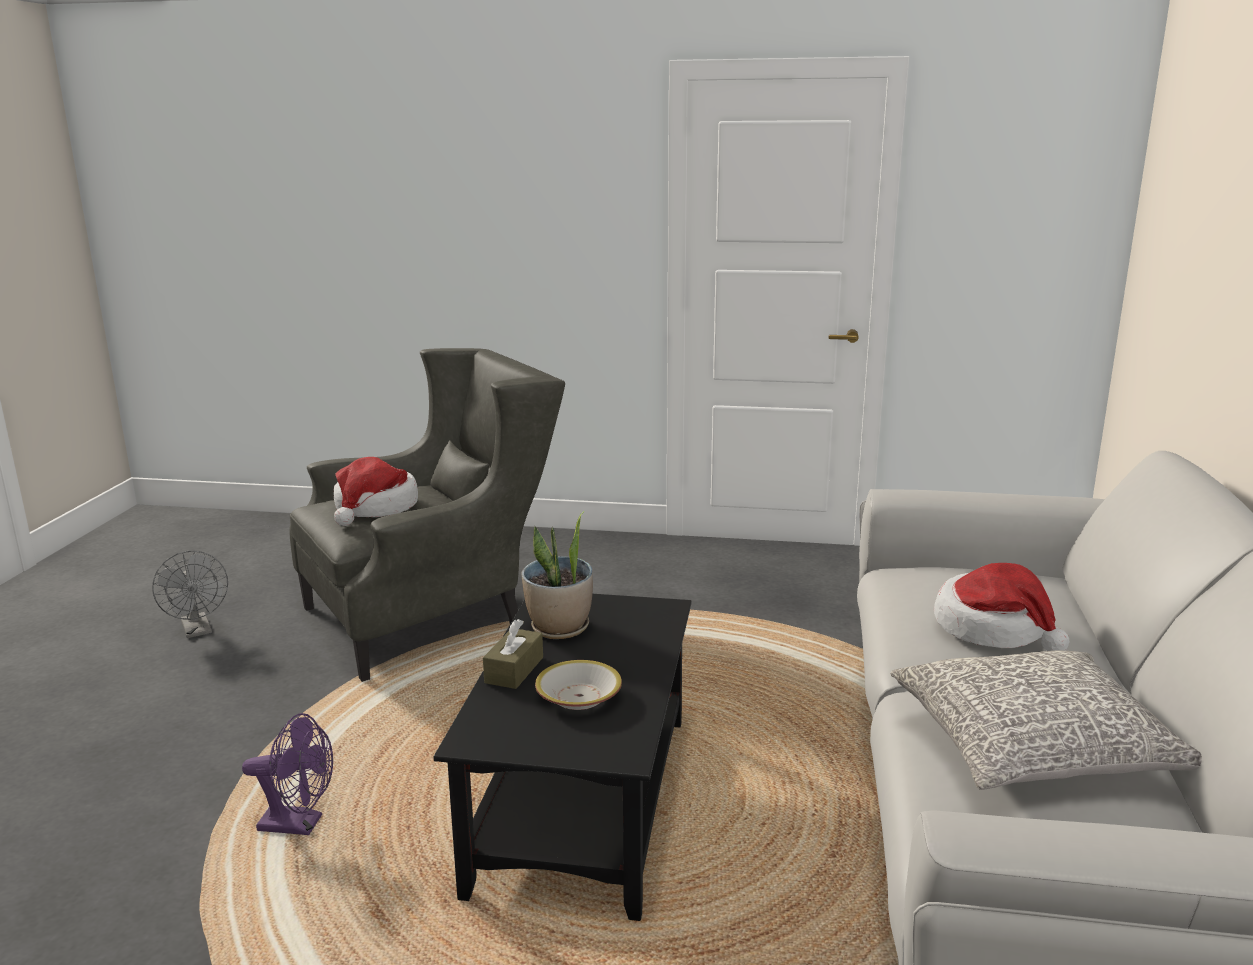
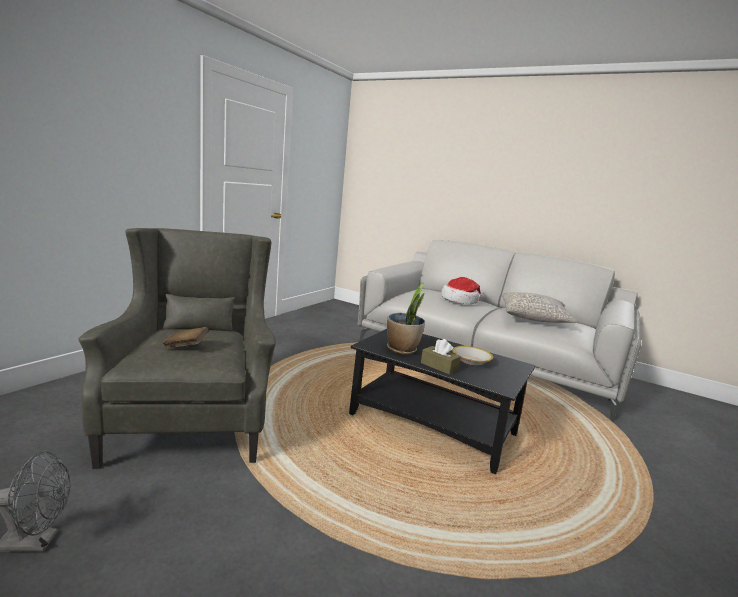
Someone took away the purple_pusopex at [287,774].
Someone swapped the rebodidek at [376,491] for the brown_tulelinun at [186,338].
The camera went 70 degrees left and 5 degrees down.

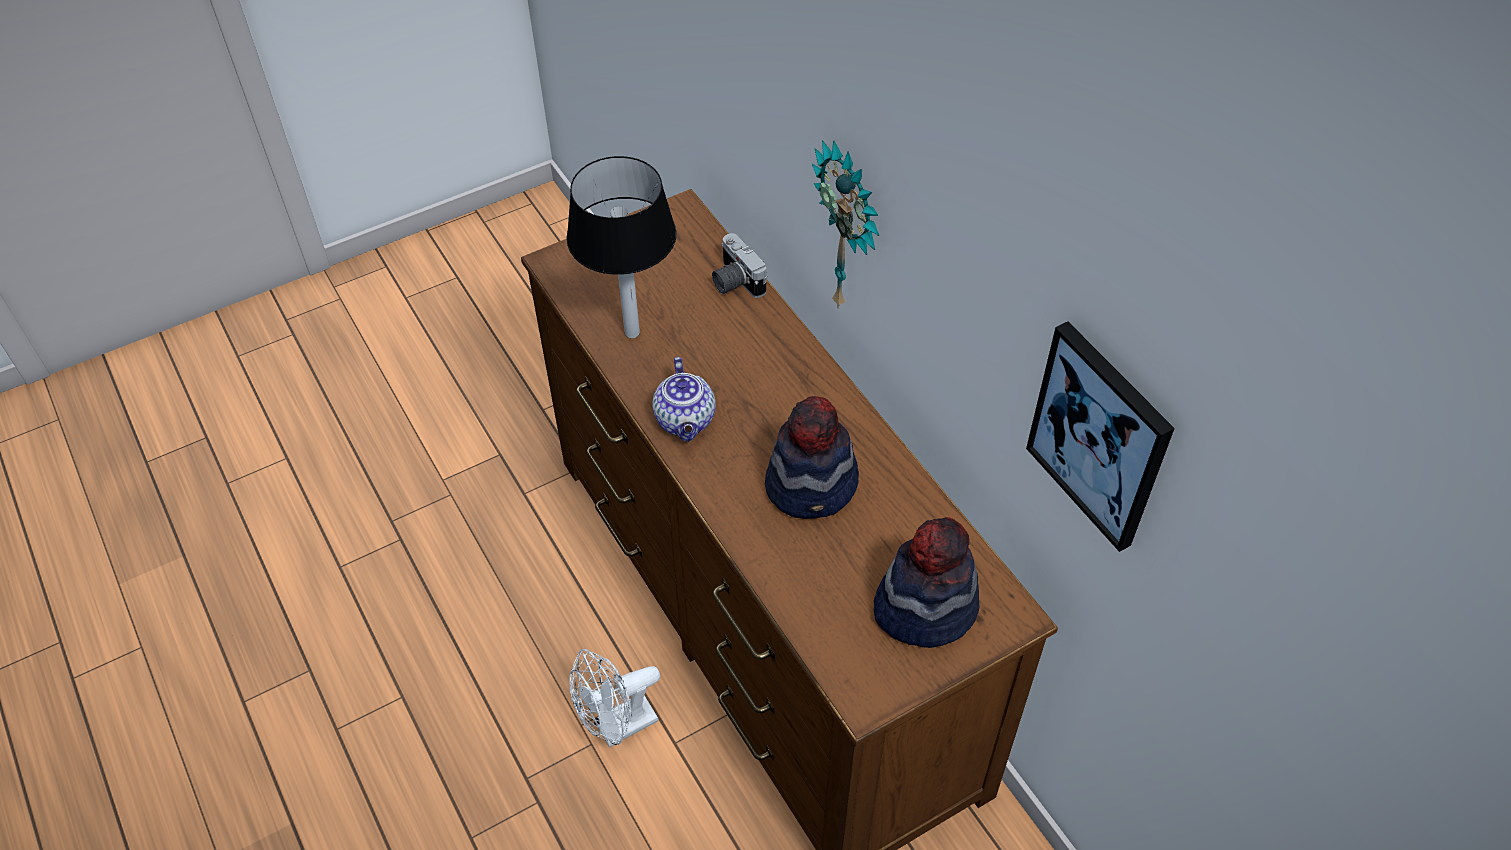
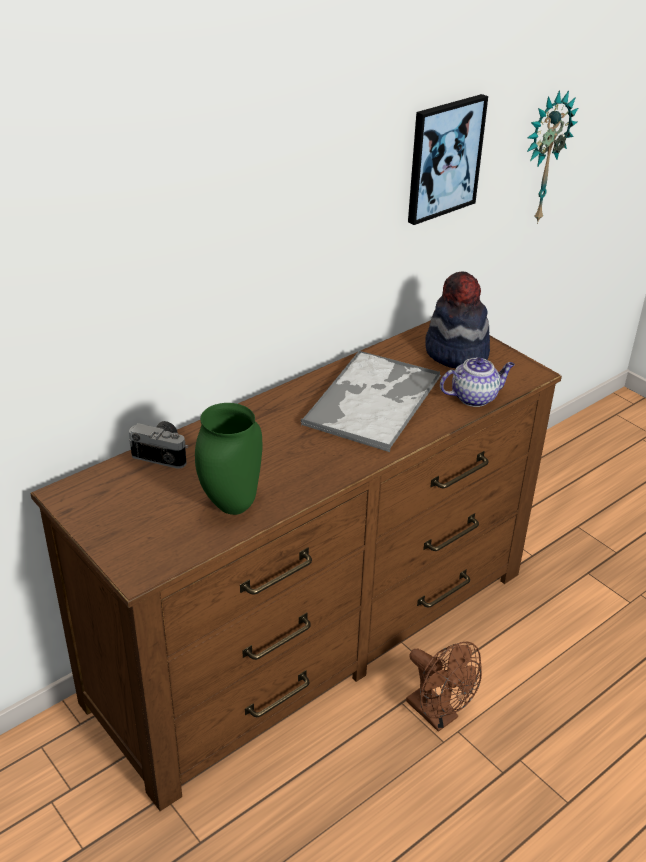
Someone carried the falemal from [684,399] to [477,382].
Someone carried the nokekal from [845,224] to [552,157].
Someone swapped the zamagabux at [621,247] for the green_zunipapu at [228,459].
Someone swapped the rebodidek at [812,457] for the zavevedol at [370,401].
Someone repainted the white_pusopex at [614,698], which became the brown_pusopex at [444,686].
Someone rotated the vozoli at [739,265] by 120 degrees counterclockwise.
The camera went 100 degrees left and 15 degrees down.

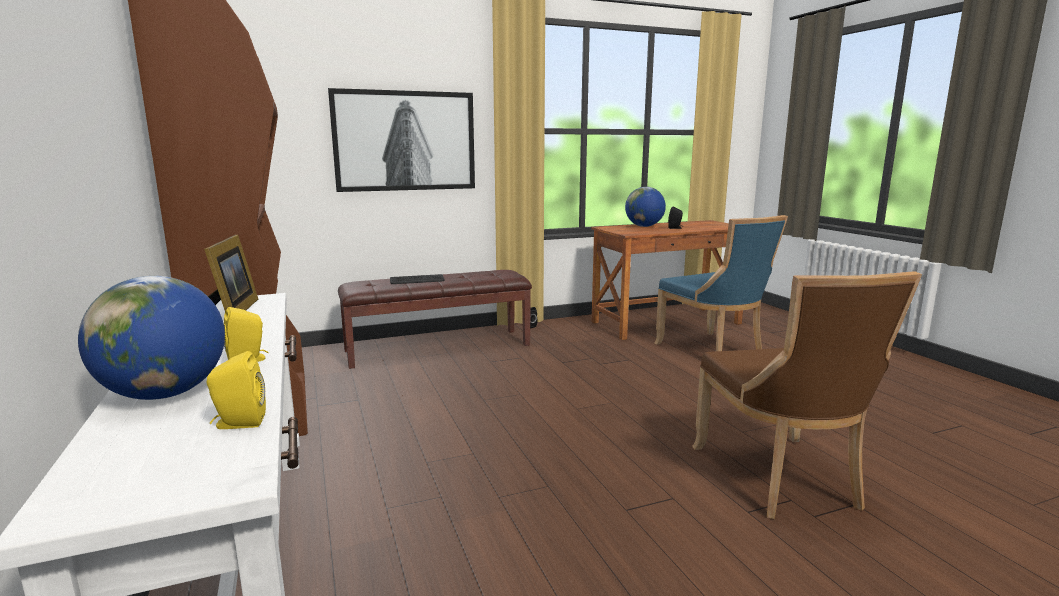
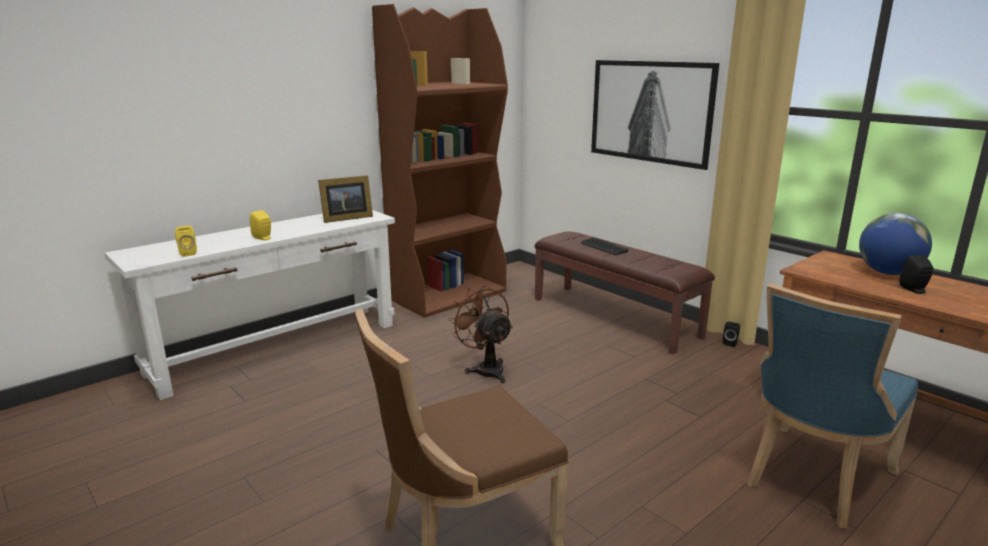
Someone took away the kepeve at [151,338].
Someone put down the brown_pusopex at [481,334].
The camera went 70 degrees right and 5 degrees up.

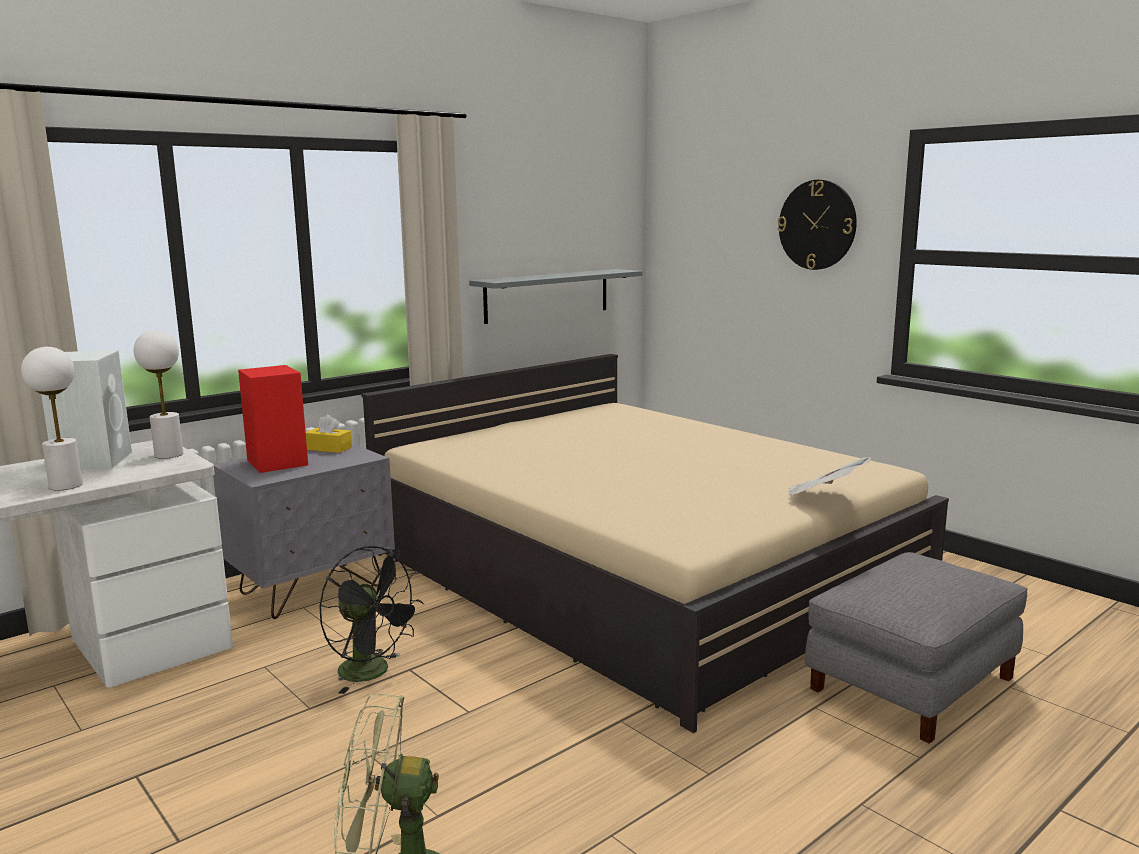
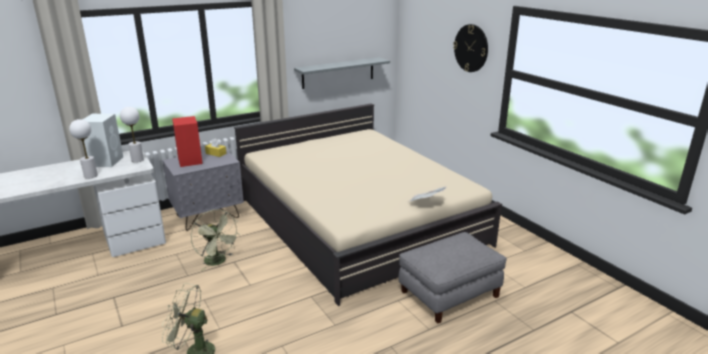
Someone repainted the black_pusopex at [371,620], which became the green_pusopex at [215,240].
The camera went 10 degrees right and 10 degrees up.

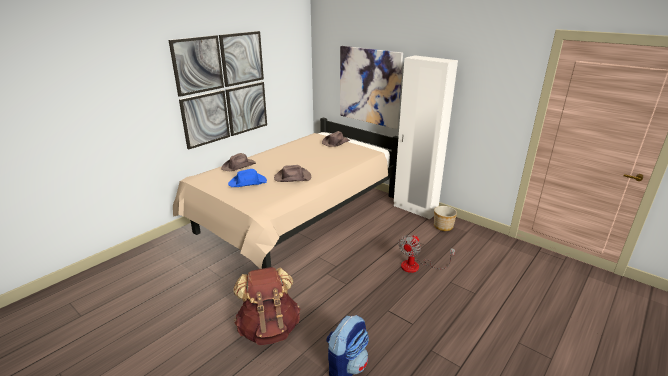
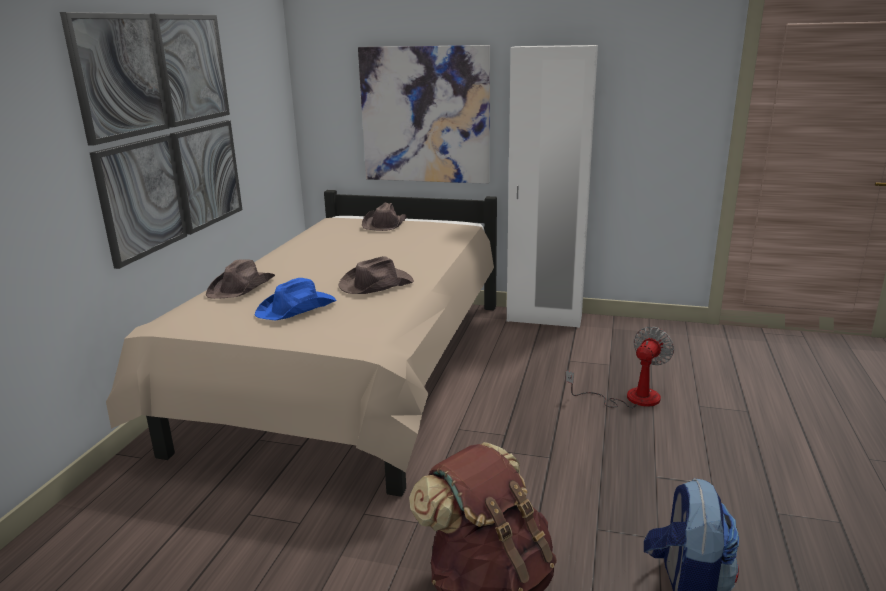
Someone took away the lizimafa at [445,218].
Someone rotated the pusopex at [426,254] by 150 degrees counterclockwise.
The camera went 25 degrees left and 5 degrees down.

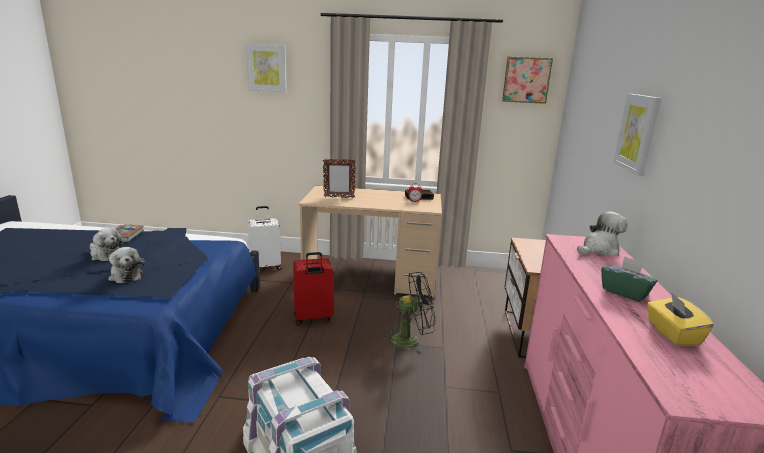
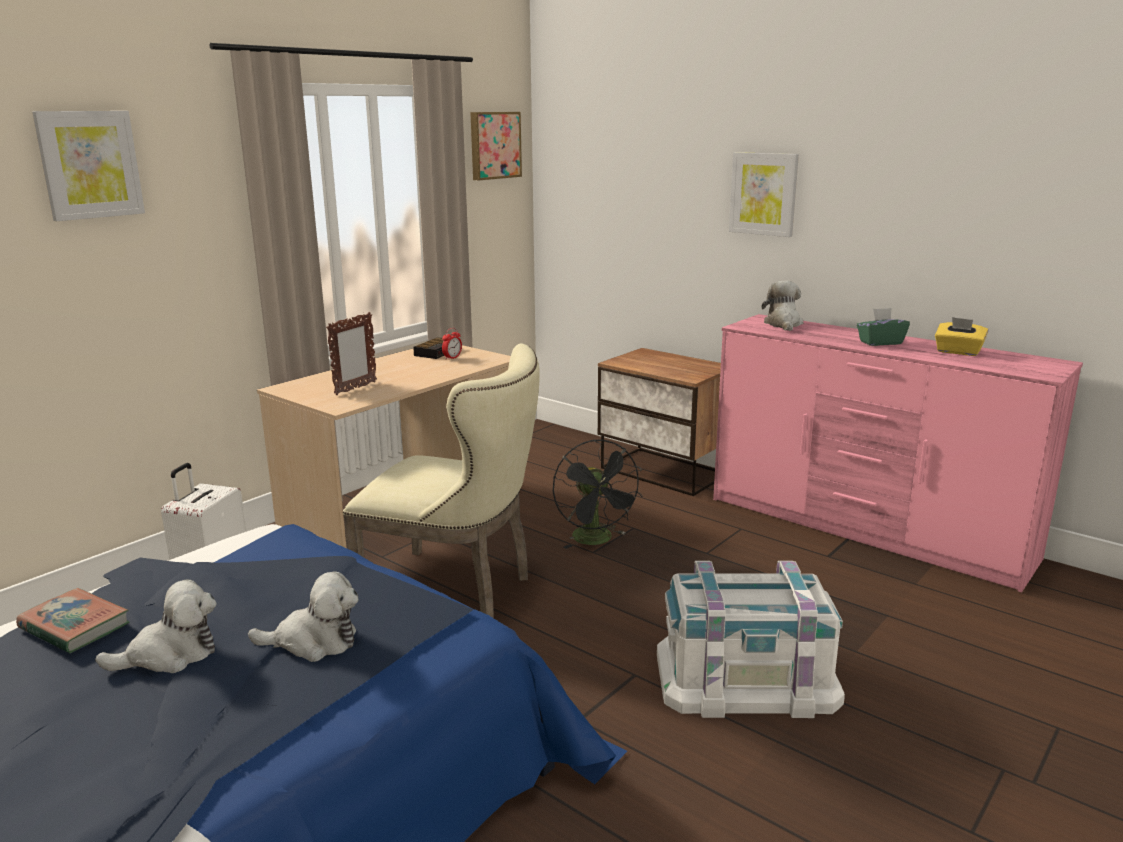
Someone swapped the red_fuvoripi at [313,288] for the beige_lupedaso at [441,481].
Someone rotated the black_pusopex at [409,313] by 135 degrees clockwise.
The camera went 55 degrees left and 0 degrees up.

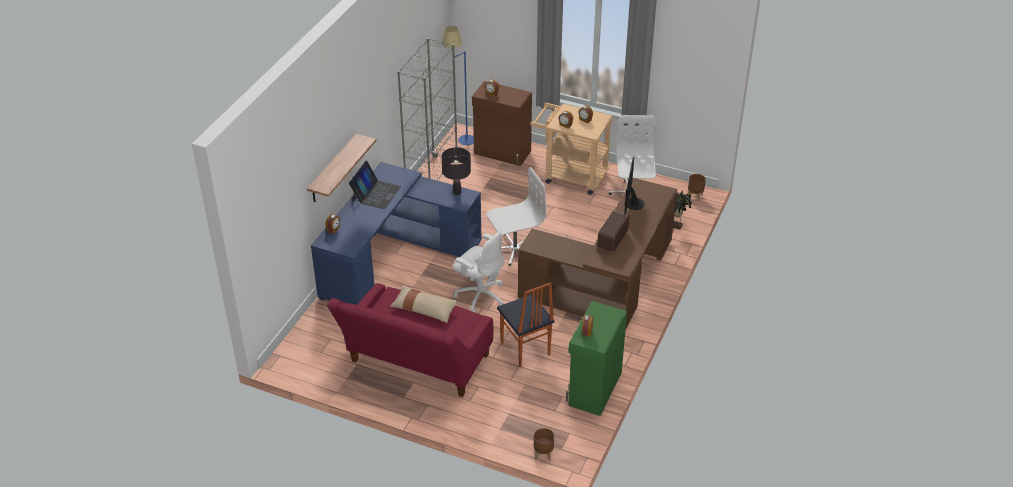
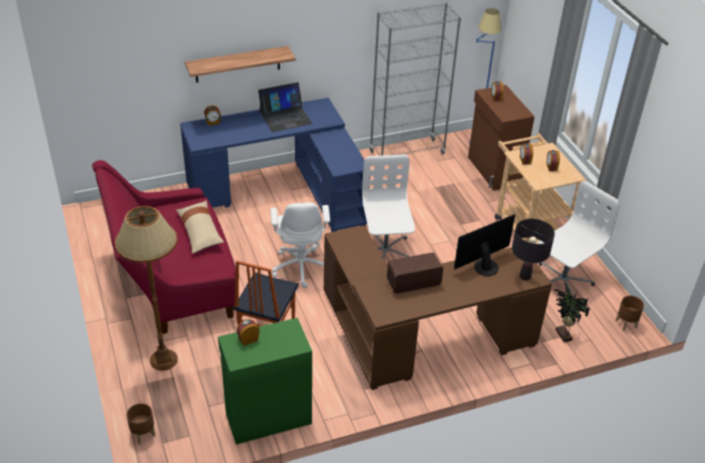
Someone put down the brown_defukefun at [146,288].
Someone carried the black_zamagabux from [456,171] to [533,249].
Someone rotated the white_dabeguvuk at [516,216] by 120 degrees counterclockwise.
The camera went 45 degrees right and 0 degrees up.

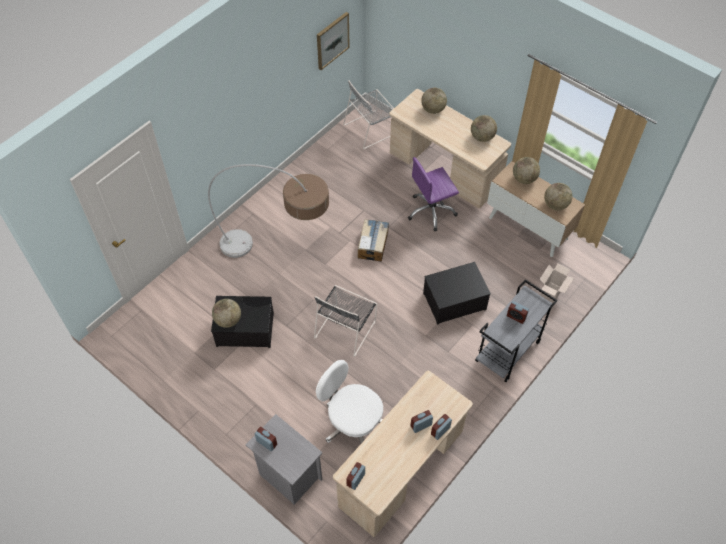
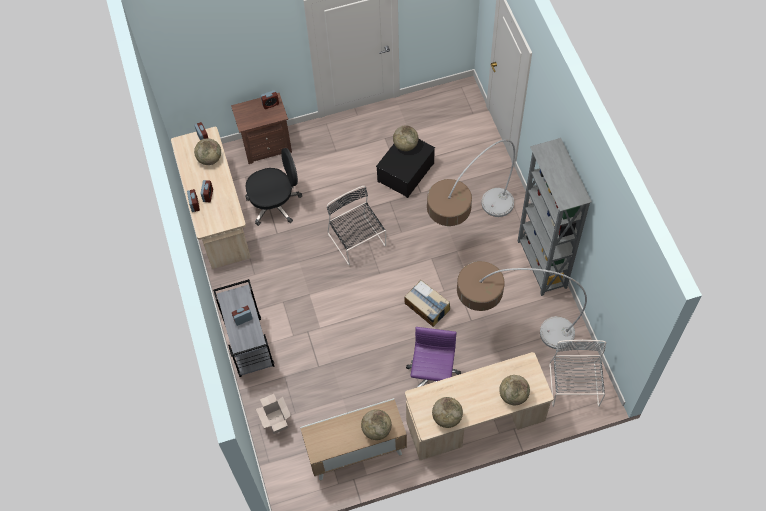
Someone took away the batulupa at [333,41].
Someone took away the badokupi at [457,293].
Someone put down the defukefun at [522,305].
Someone put down the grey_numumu at [555,217].
Someone carried the kepeve from [558,196] to [207,151].
Someone repainted the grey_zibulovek at [284,459], which became the brown_zibulovek at [261,128].
Someone repainted the white_dabeguvuk at [349,401], which became the black_dabeguvuk at [273,187].
The camera went 125 degrees right and 5 degrees up.

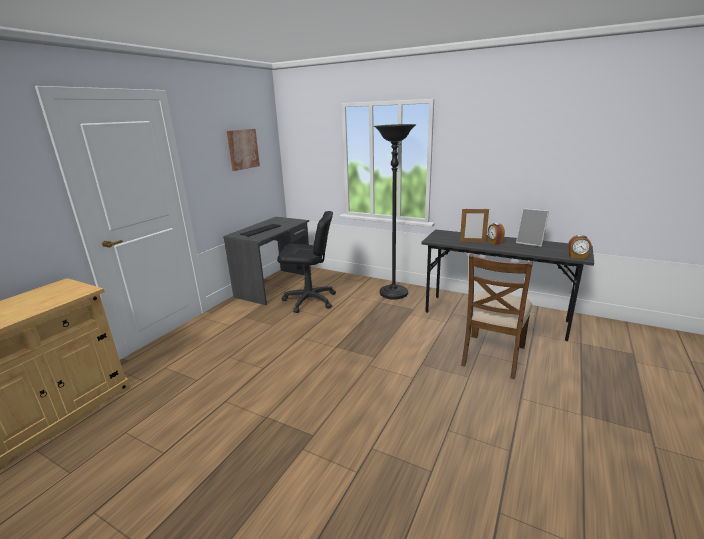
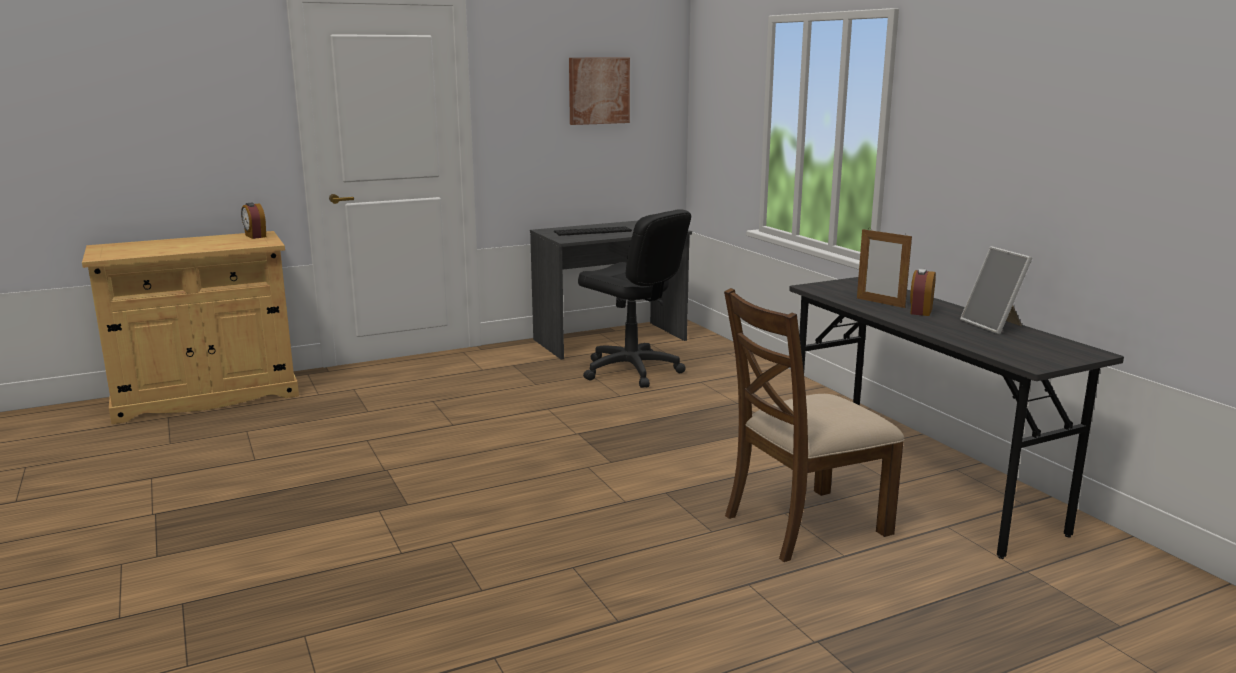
Someone took away the black_defukefun at [395,212].
Someone carried the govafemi from [580,247] to [253,221].
The camera went 35 degrees right and 5 degrees down.

